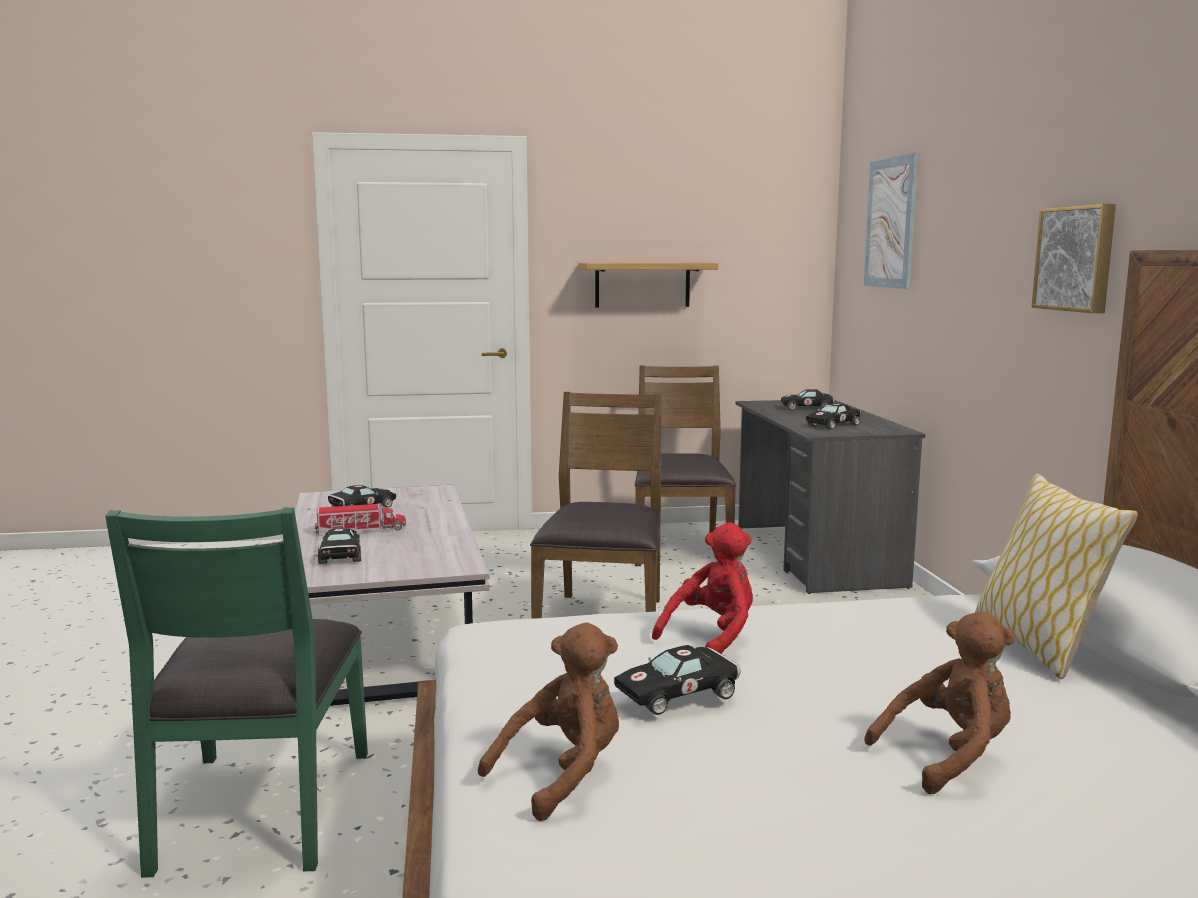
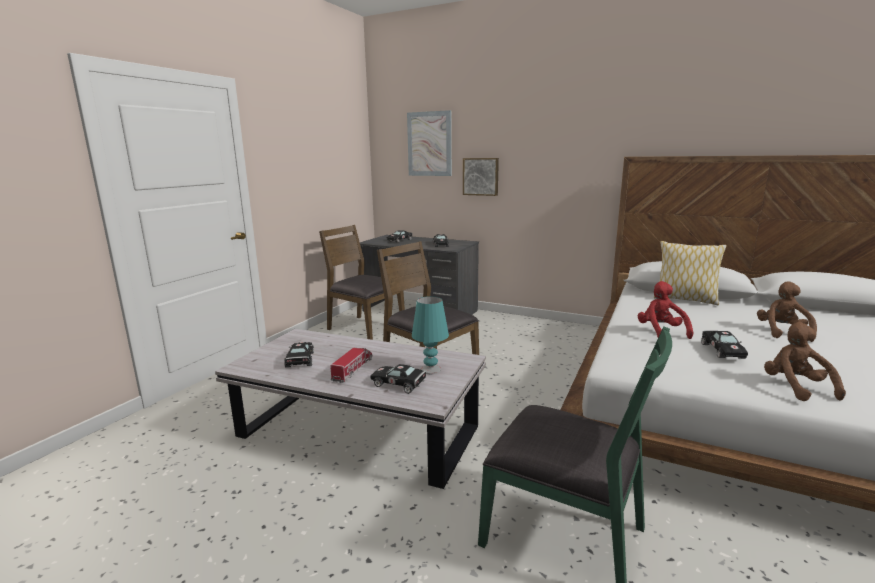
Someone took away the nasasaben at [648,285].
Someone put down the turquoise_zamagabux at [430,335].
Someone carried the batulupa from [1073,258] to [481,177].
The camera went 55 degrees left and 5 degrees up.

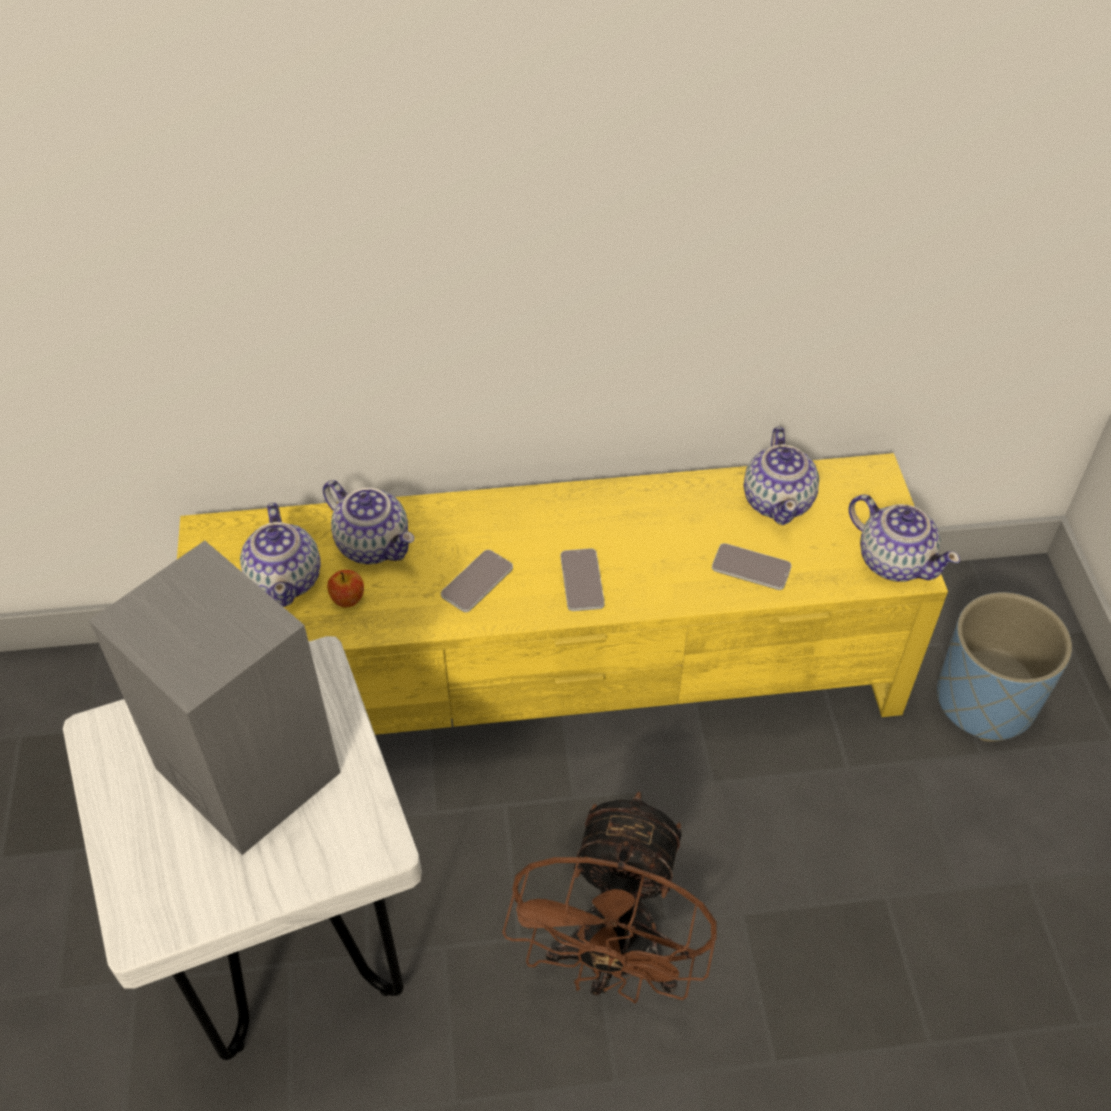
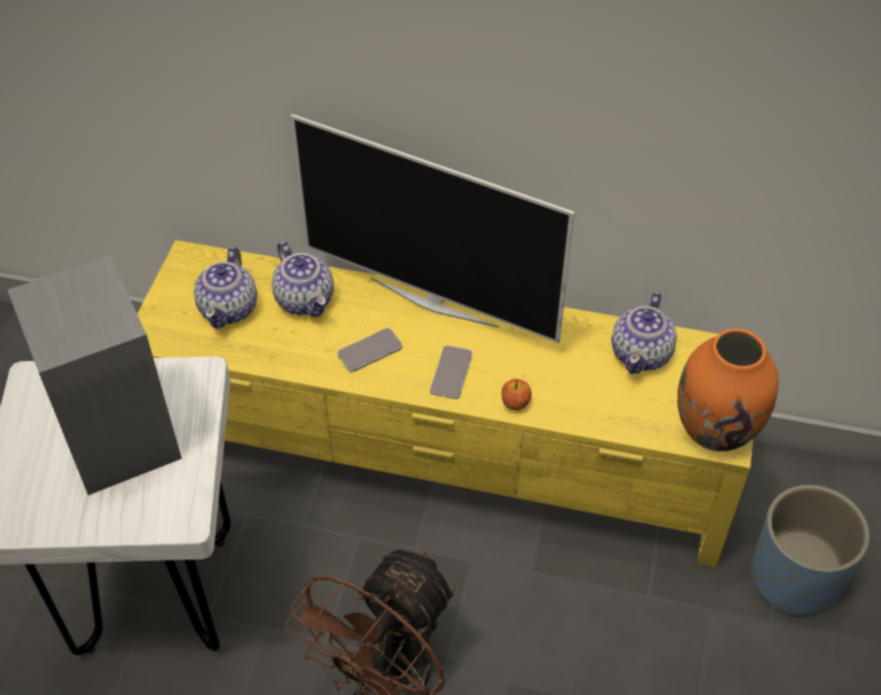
Someone took away the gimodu at [752,566].
Someone put down the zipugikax at [432,228].
Someone carried the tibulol from [345,589] to [516,395].
Someone swapped the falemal at [904,538] for the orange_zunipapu at [728,390].
The camera went 20 degrees right and 0 degrees up.

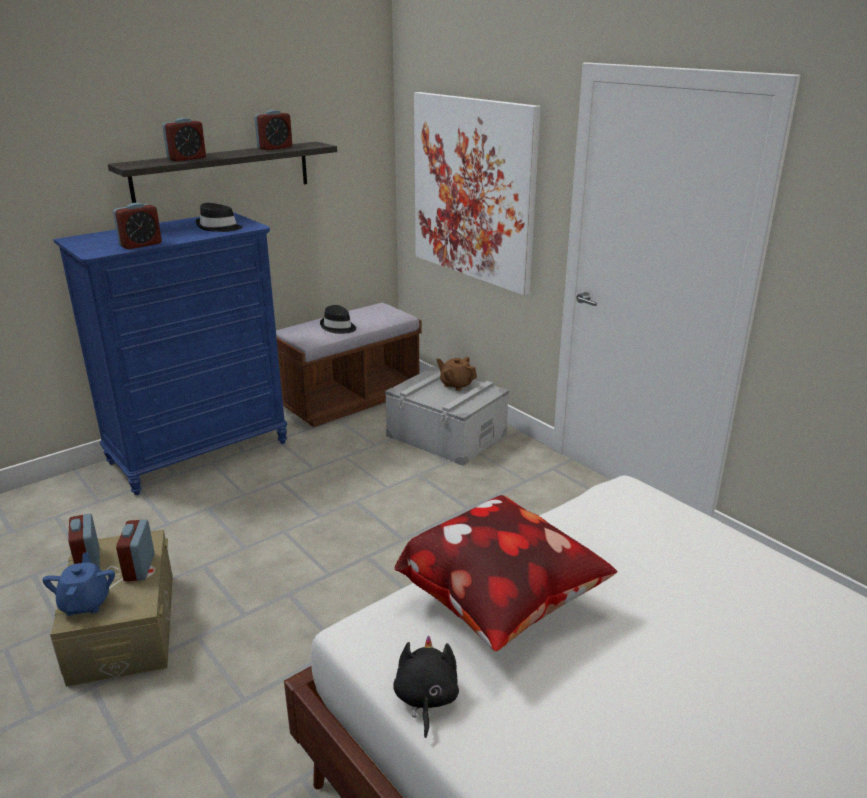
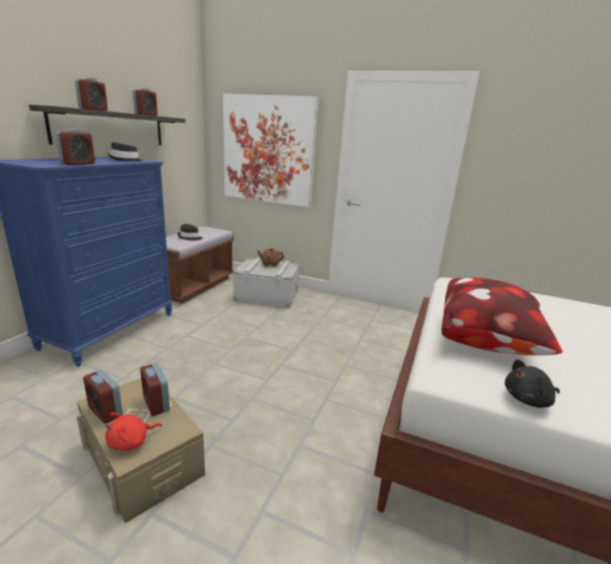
Someone swapped the blue_falemal at [78,584] for the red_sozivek at [133,432].
Someone rotated the black_sozivek at [426,687] by 75 degrees counterclockwise.
The camera went 30 degrees left and 5 degrees down.

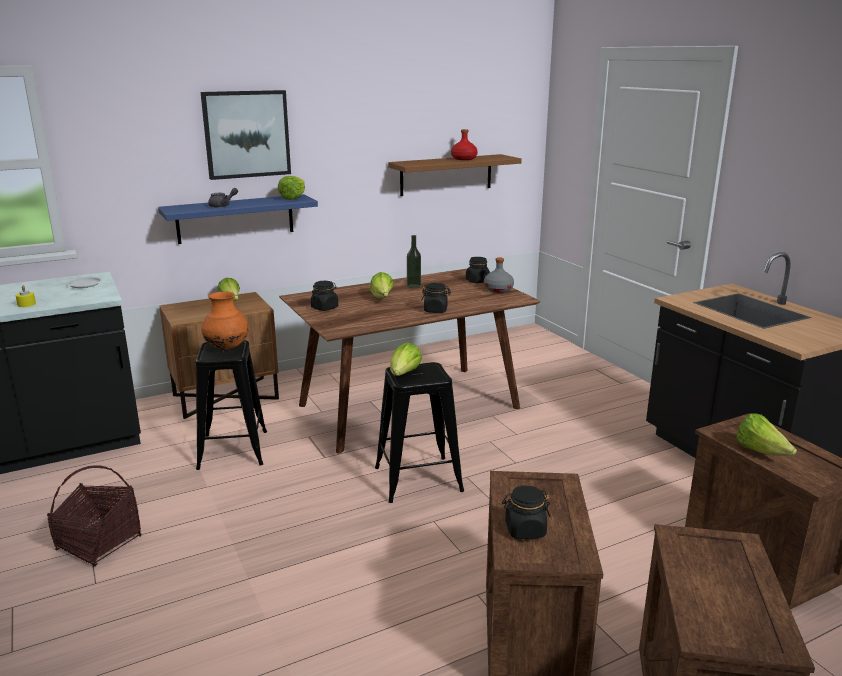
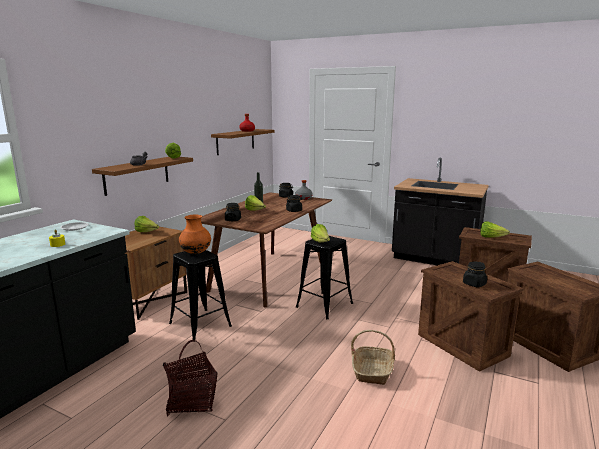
Someone took away the batulupa at [245,135].
Someone put down the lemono at [373,357].
Someone repainted the blue_nasasaben at [238,219], which became the brown_nasasaben at [142,176].
The camera went 35 degrees left and 5 degrees down.

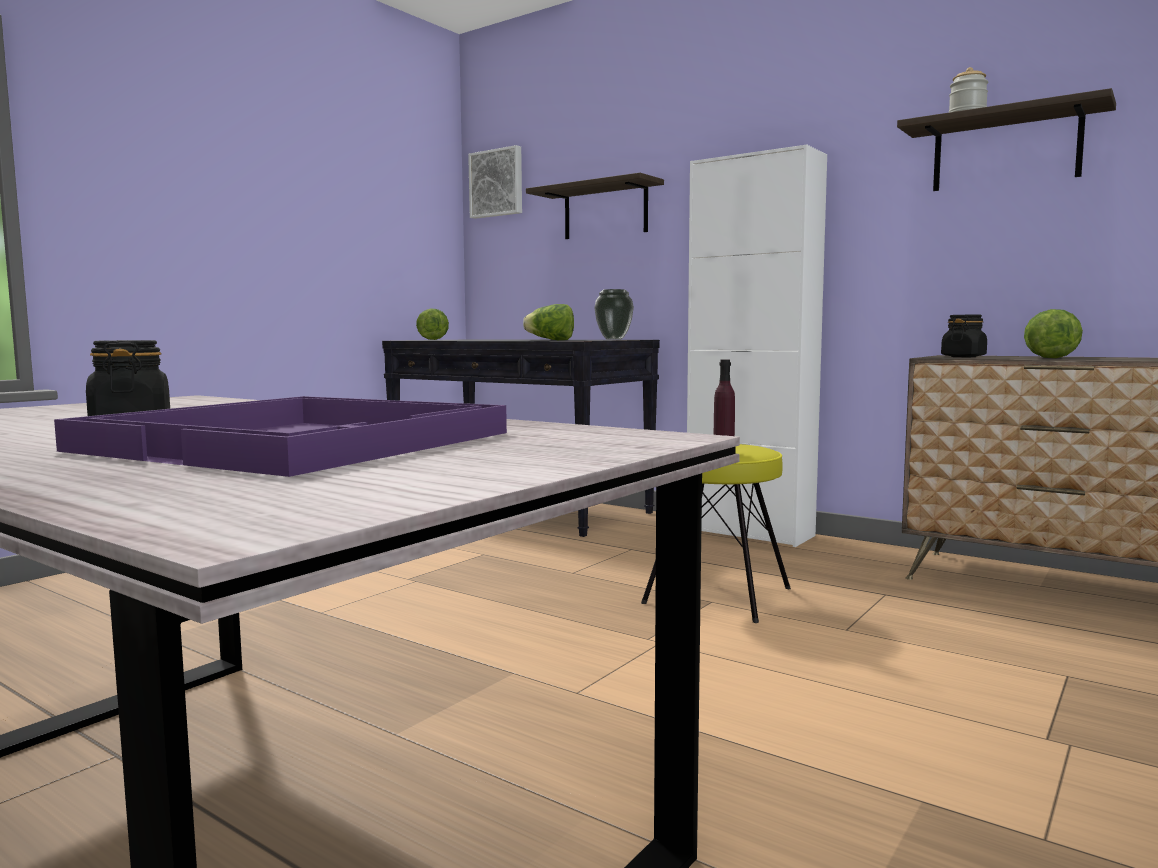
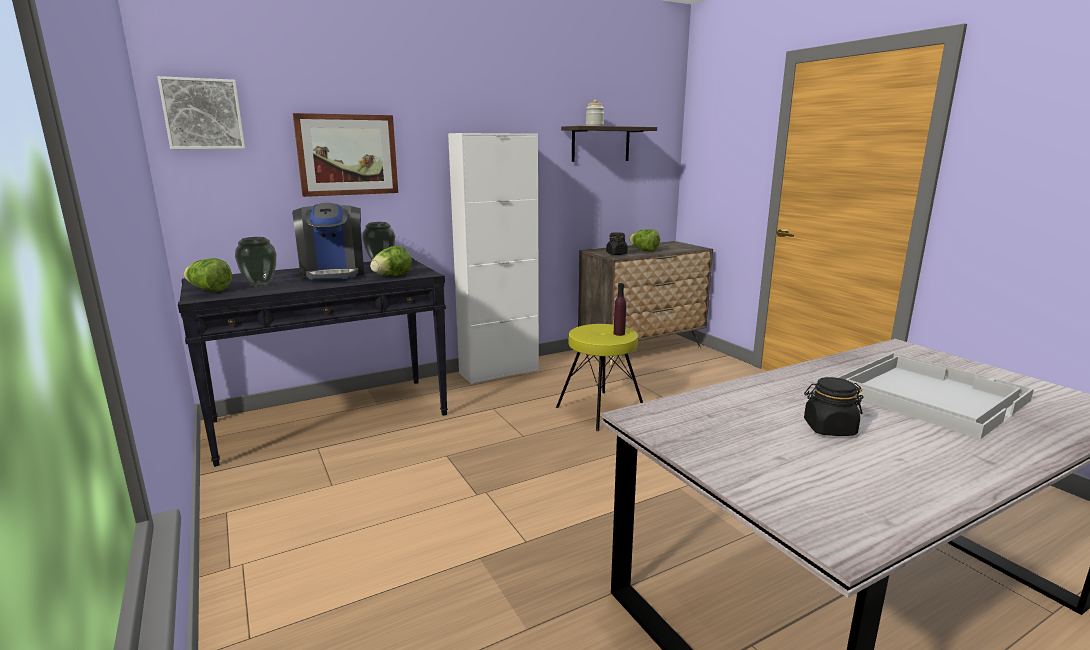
Someone put down the zunipapu at [255,261].
Someone put down the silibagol at [328,242].
Someone swapped the nasasaben at [595,206] for the batulupa at [345,155].
Someone repainted the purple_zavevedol at [280,436], which became the white_zavevedol at [935,396].
The camera went 65 degrees left and 10 degrees up.

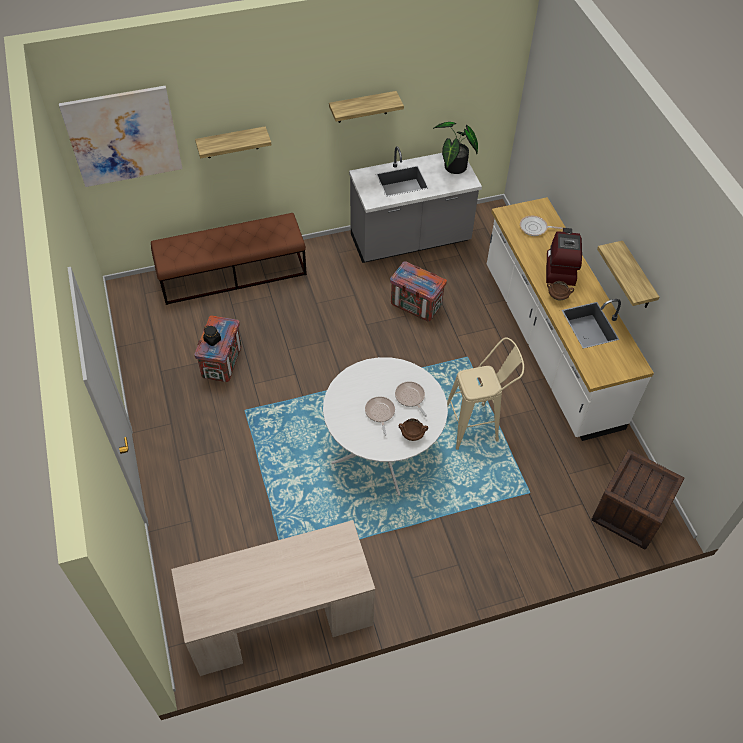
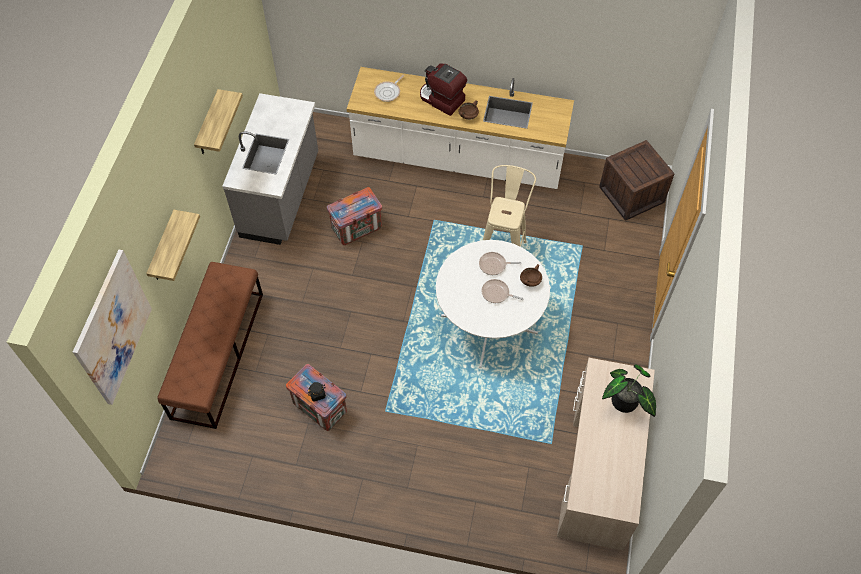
Someone took away the nasasaben at [628,274].
Someone carried the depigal from [455,148] to [629,390].
The camera went 60 degrees left and 5 degrees up.

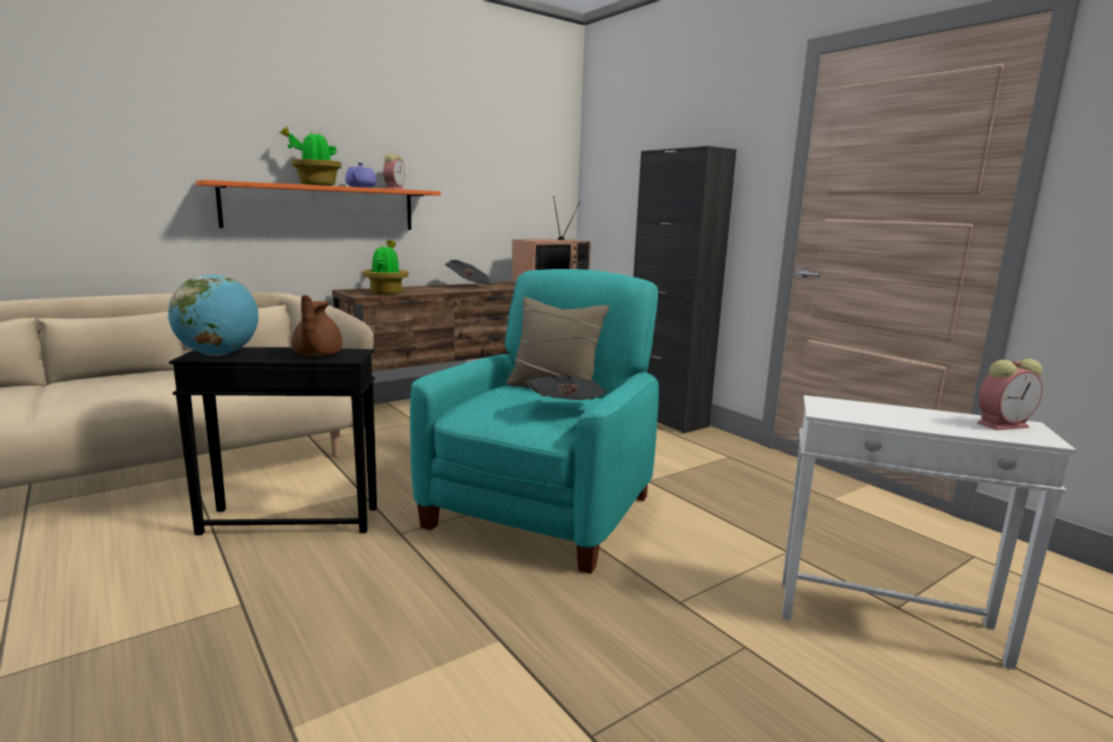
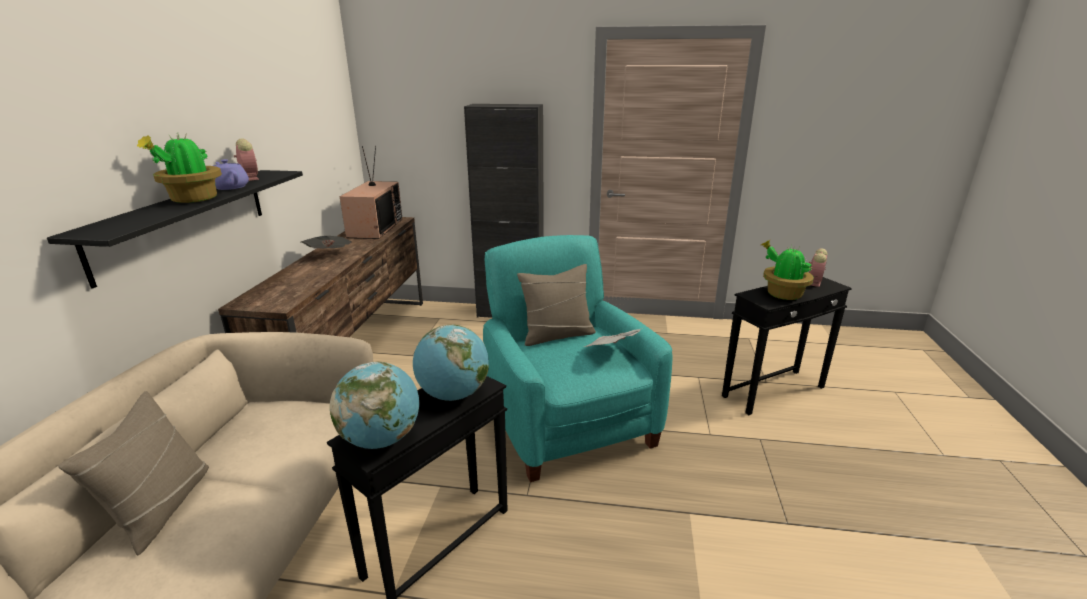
Someone put down the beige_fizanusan at [133,473].
Someone carried the depigal from [385,267] to [787,270].
Someone swapped the brown_falemal at [317,325] for the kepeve at [451,363].
Someone repainted the orange_nasasaben at [318,205], which became the black_nasasaben at [175,229].
Someone repainted the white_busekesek at [929,532], which became the black_busekesek at [787,346].
The camera went 45 degrees left and 10 degrees up.

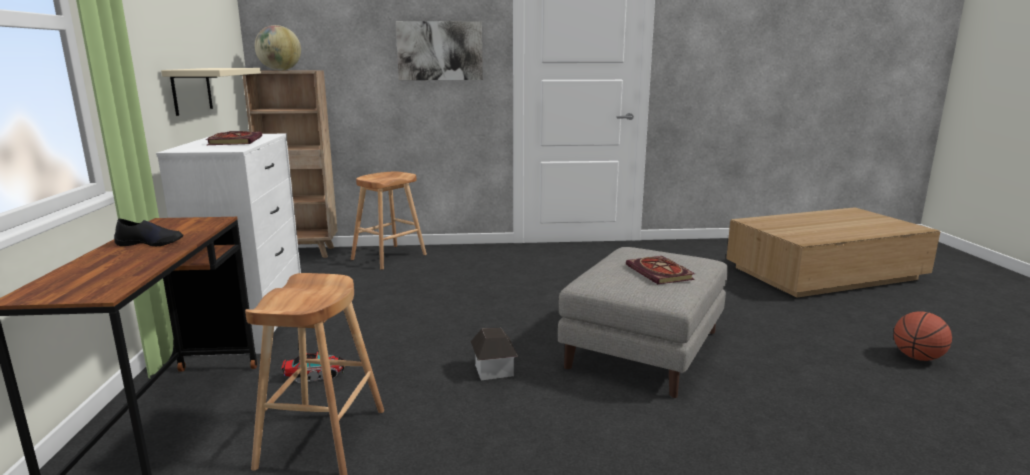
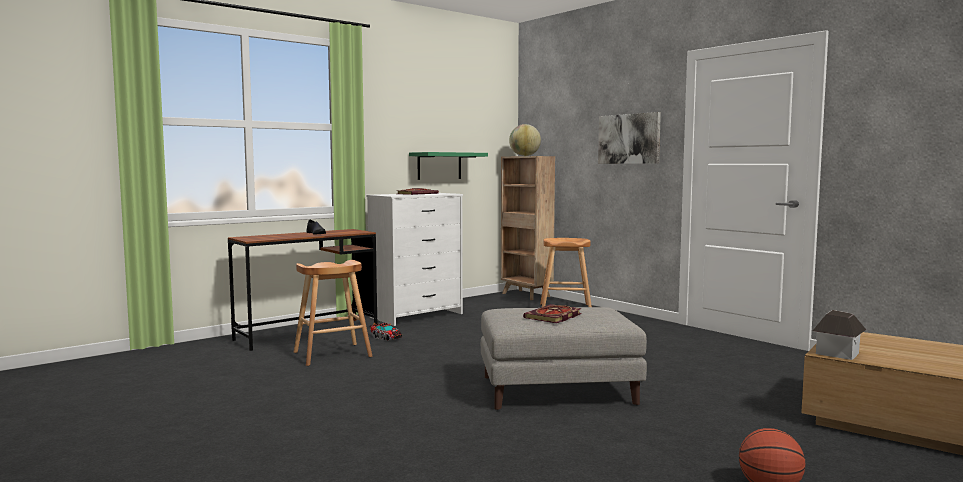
Someone carried the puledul from [494,354] to [839,335].
Someone repainted the beige_nasasaben at [211,92], which became the green_nasasaben at [448,166].
The camera went 55 degrees right and 10 degrees down.

